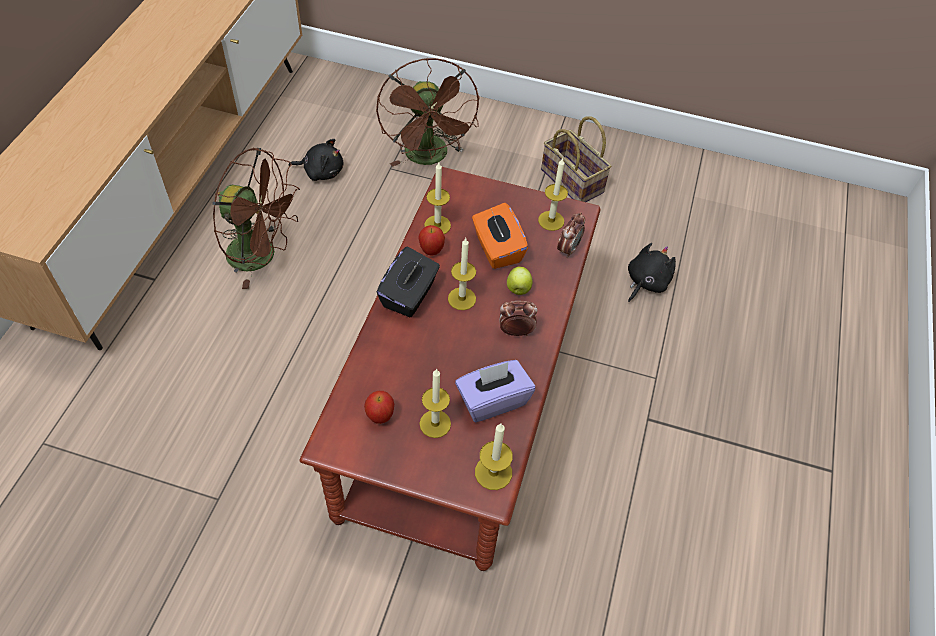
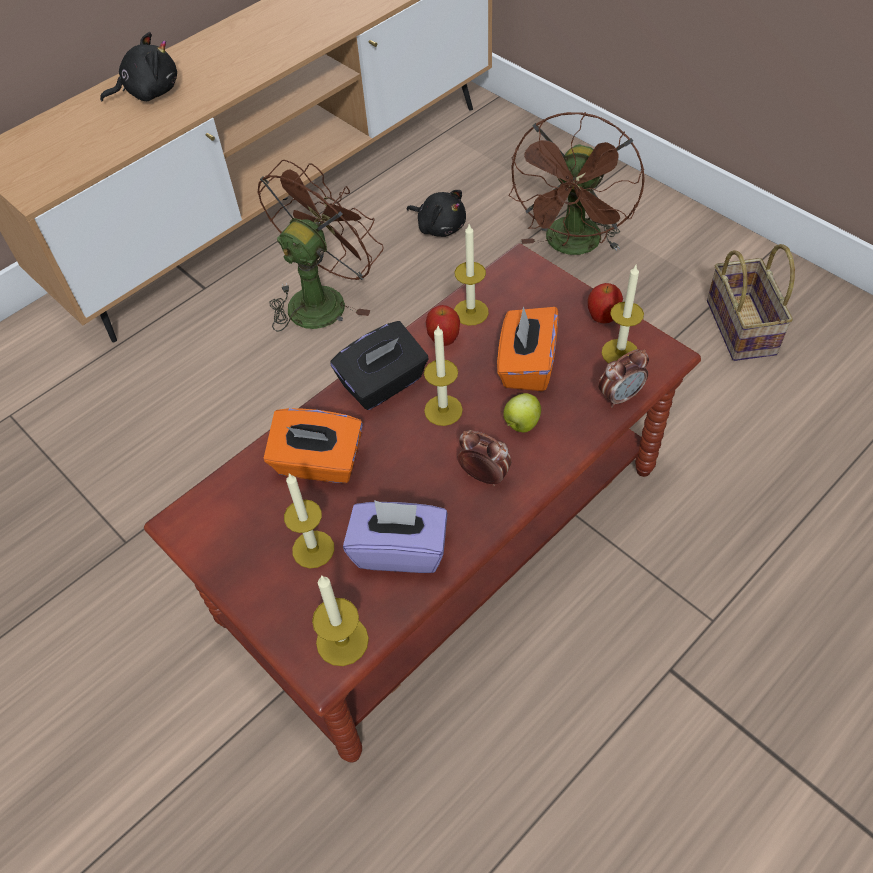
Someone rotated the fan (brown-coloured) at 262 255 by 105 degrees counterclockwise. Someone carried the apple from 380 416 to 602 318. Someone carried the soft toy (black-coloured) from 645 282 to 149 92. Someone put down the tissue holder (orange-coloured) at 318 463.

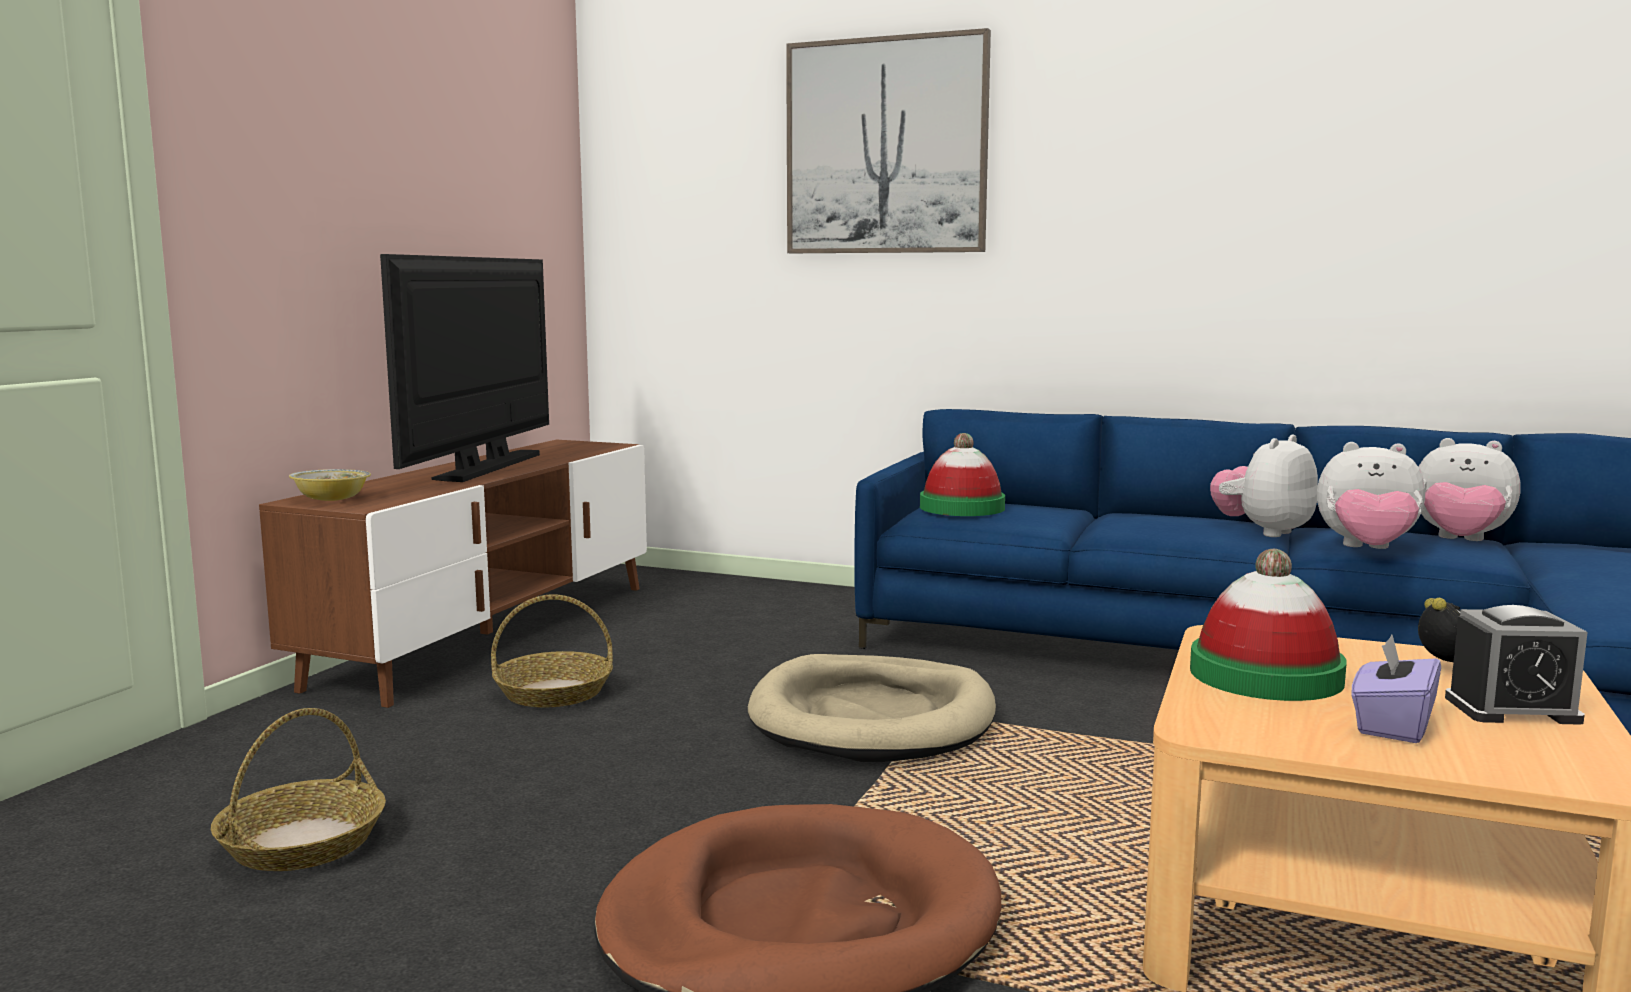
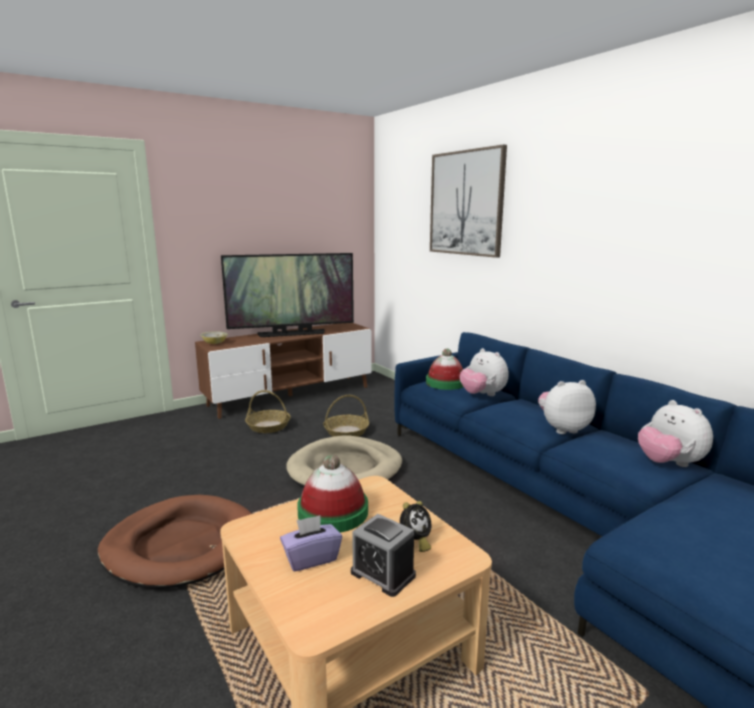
Someone carried the household basket from 303 843 to 346 432. Someone rotated the TV set at 487 467 by 150 degrees counterclockwise. Someone carried the soft toy from 1367 549 to 482 395.

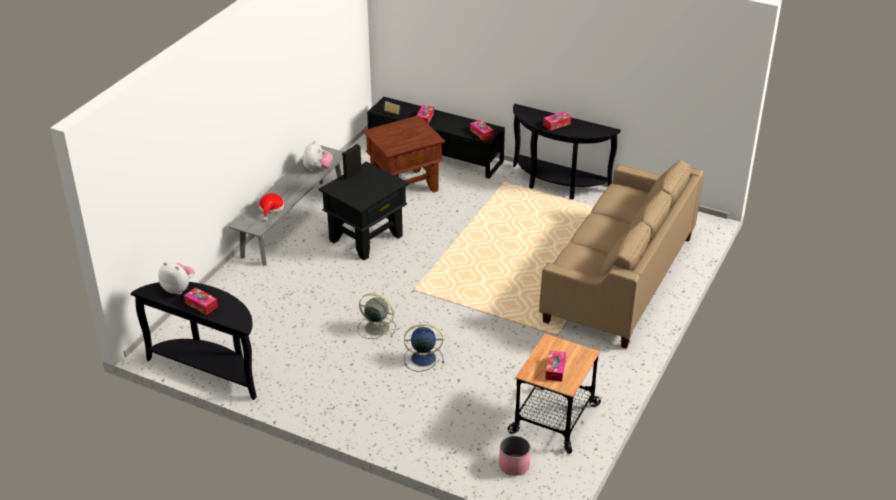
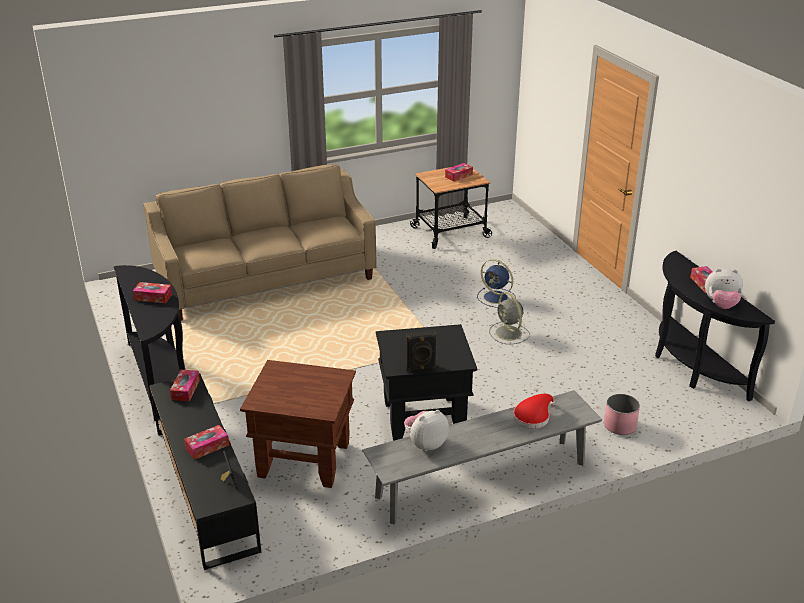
Someone rotated the soft toy at 178 289 by 60 degrees counterclockwise. Someone carried the flower pot (pinkish) from 514 465 to 619 425.

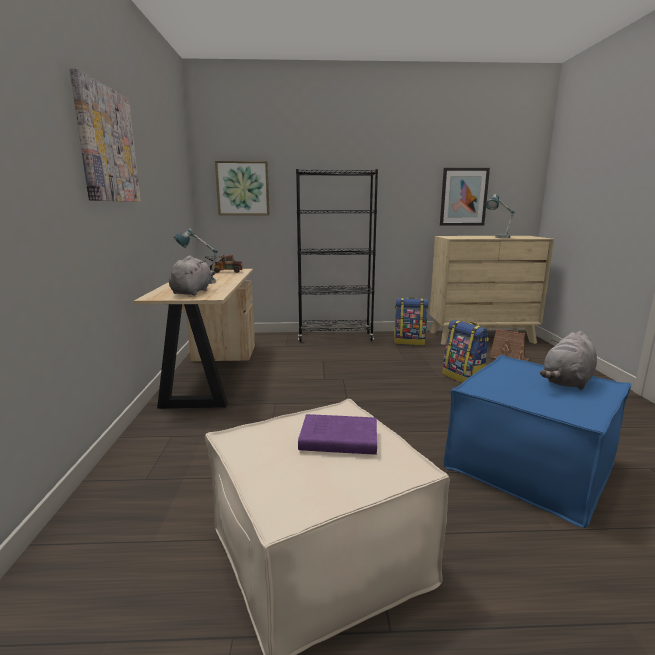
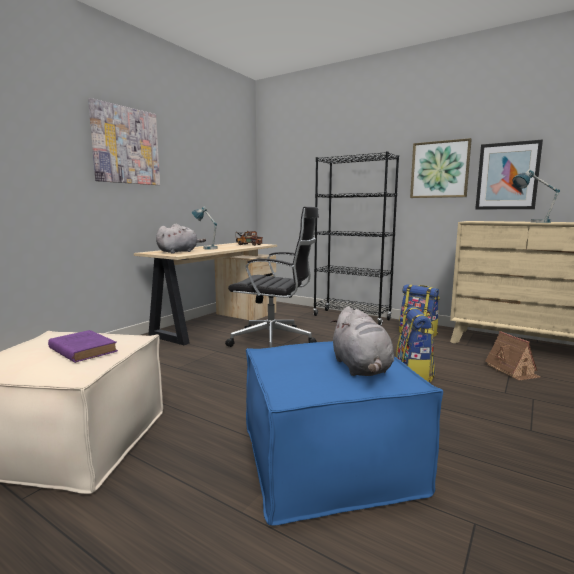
Someone carried the picture from 243 188 to 439 169. Someone rotated the soft toy (grey) at 567 382 by 90 degrees counterclockwise. Someone put down the office chair (black-coloured) at 274 341.

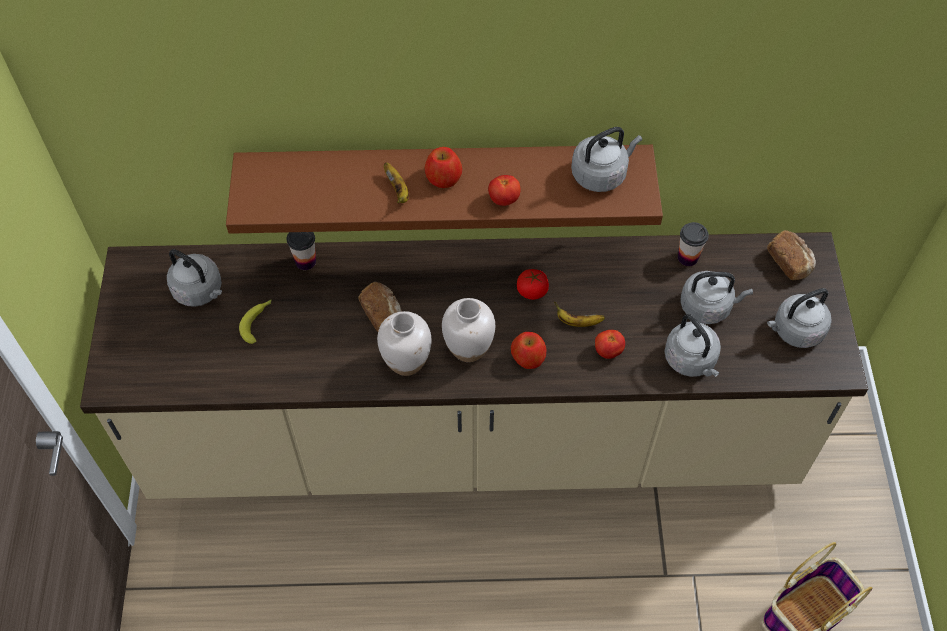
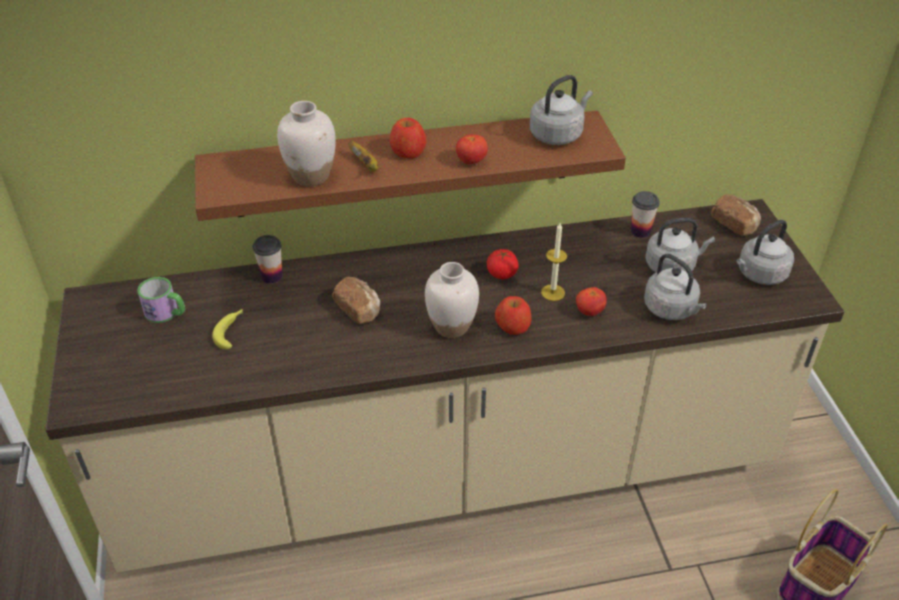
Someone swapped the tea kettle (grey) at 200 291 for the mug at 166 313. Someone carried the flower vase (whitish) from 407 361 to 311 176. Someone swapped the banana fruit at 577 322 for the candle at 553 292.

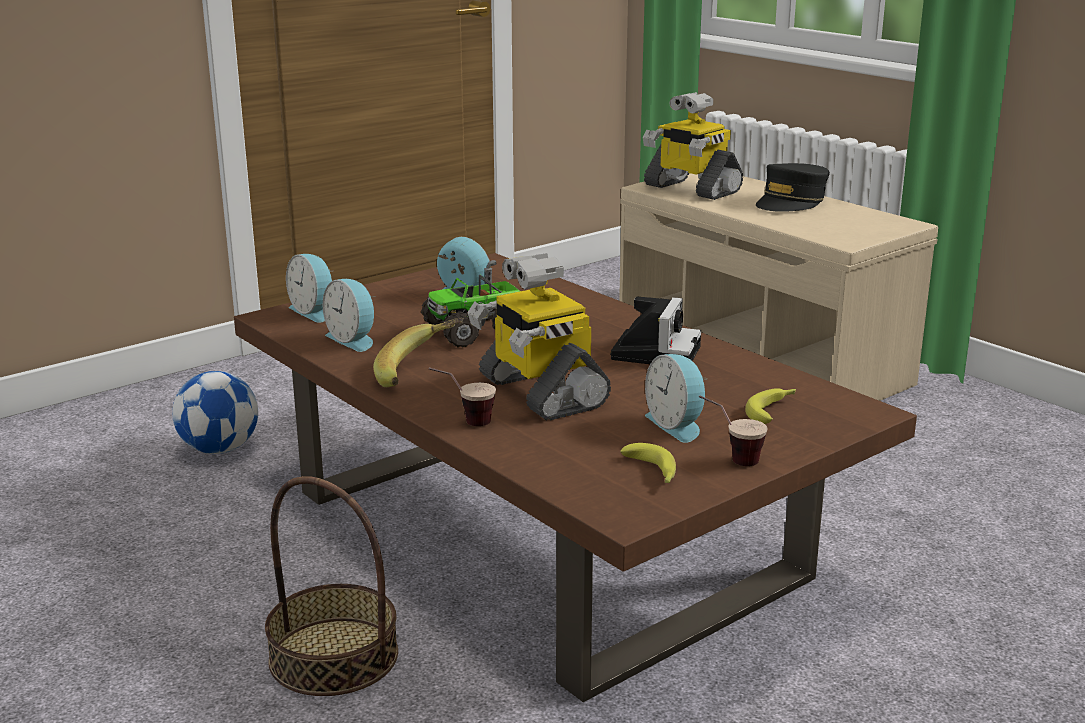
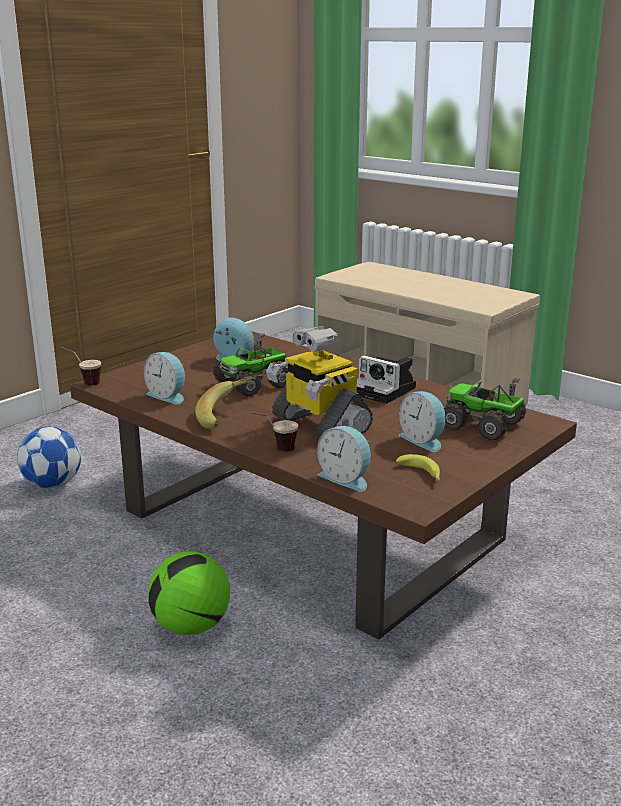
Someone swapped the household basket at 333 657 for the football at 190 626. Someone carried the bedside clock from 314 311 to 346 478. Someone rotated the still camera at 655 351 by 120 degrees clockwise. Someone took away the toy robot at 690 189. Someone carried the drinking cup from 729 458 to 83 382. Someone swapped the banana fruit at 773 410 for the model truck at 483 426. Someone took away the cap (black-coloured) at 791 202.

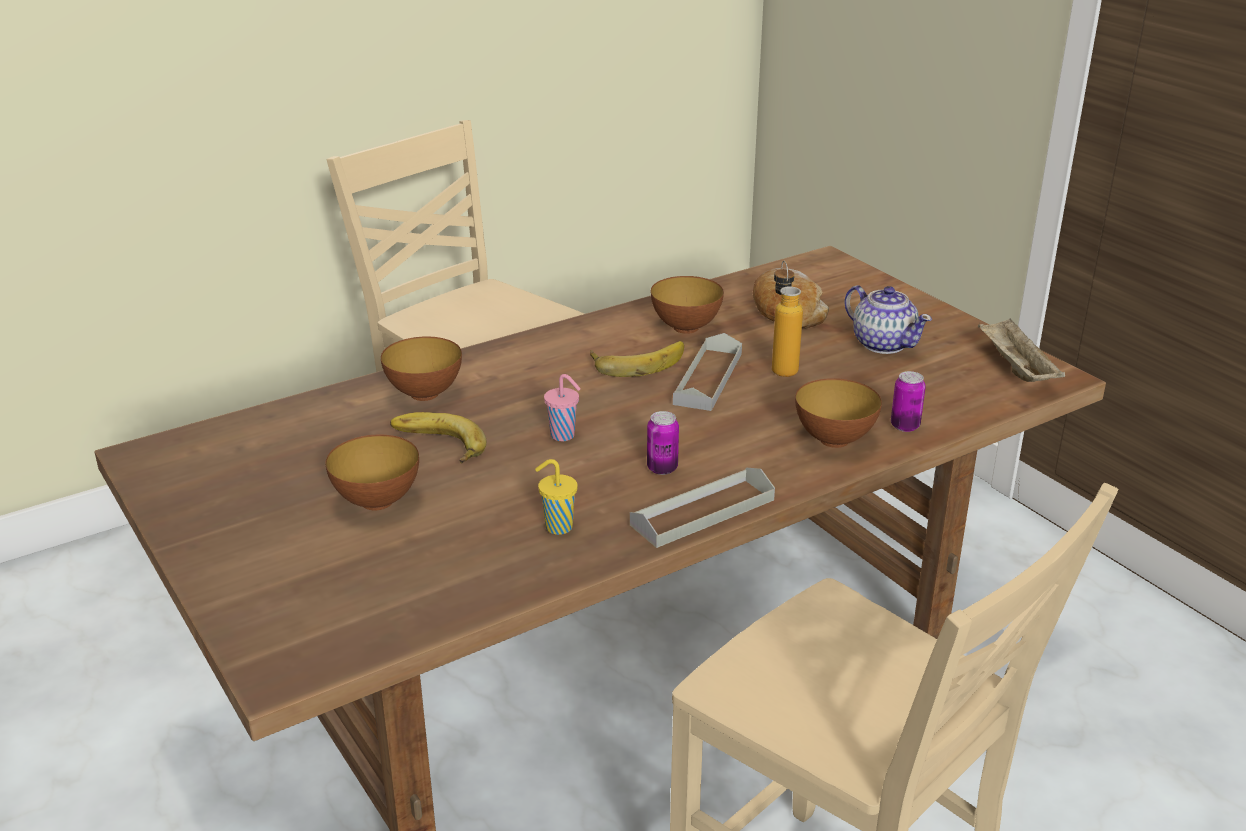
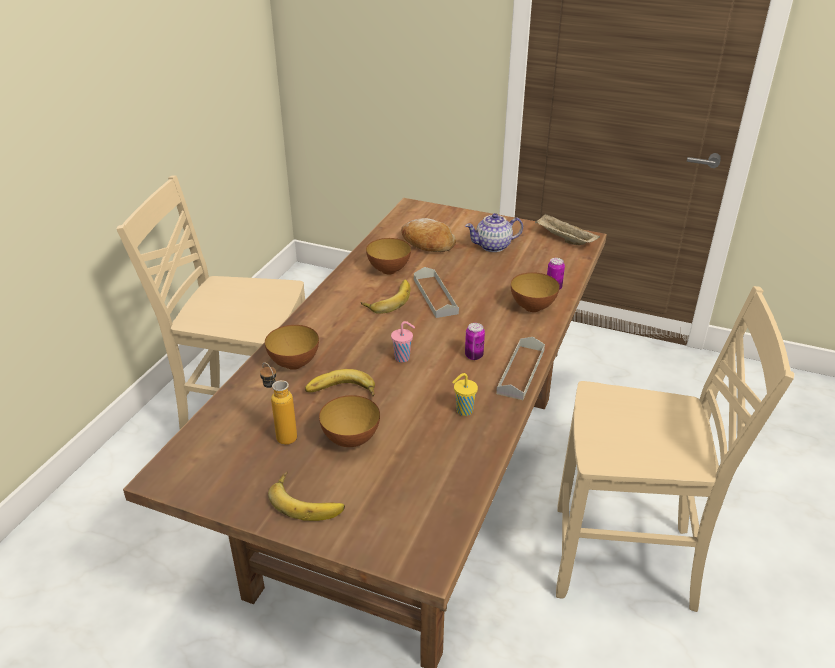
Someone carried the bottle from 781 366 to 281 434. Someone rotated the teapot at 883 343 by 150 degrees clockwise. Someone put down the banana fruit at 308 500.

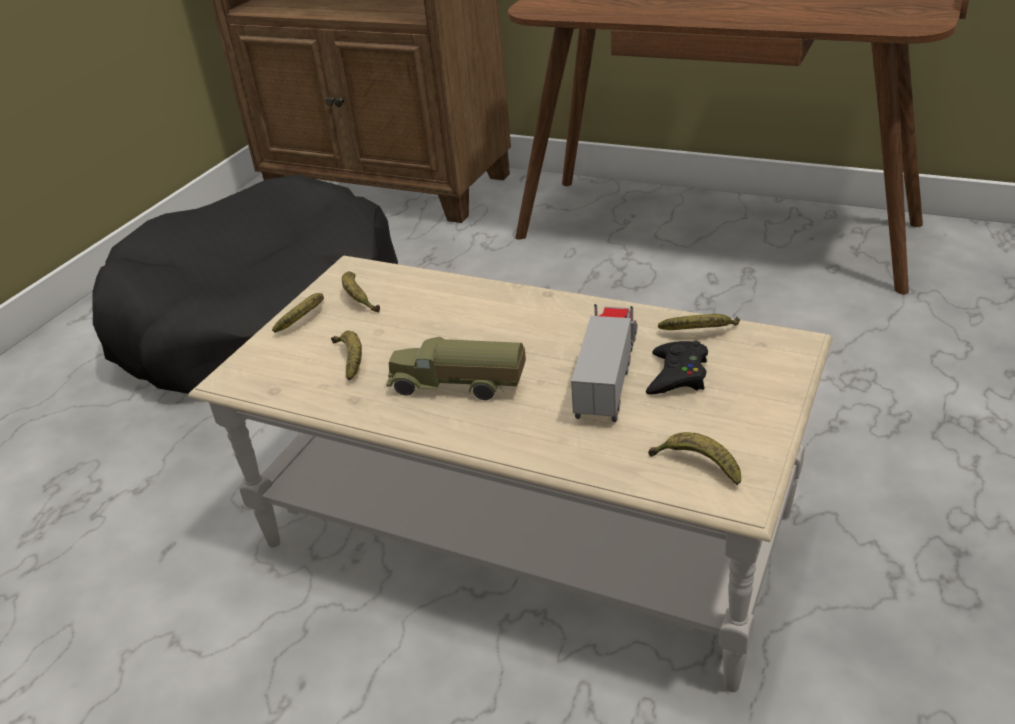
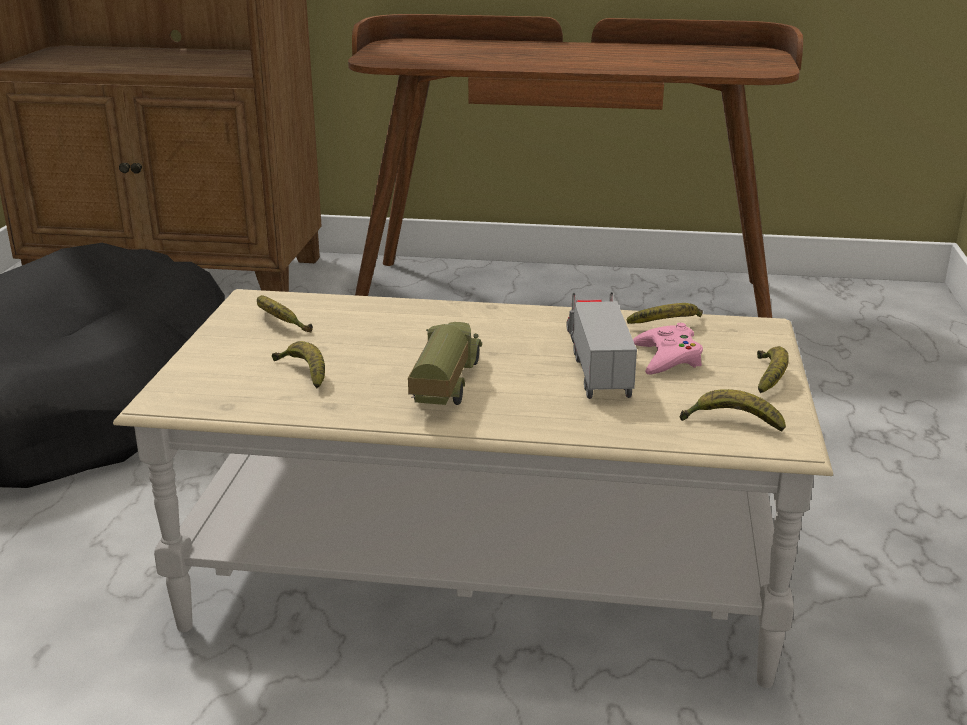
Someone carried the banana fruit from 305 318 to 769 378. Someone rotated the model truck at 458 387 by 105 degrees clockwise. Someone repainted the game controller (black-coloured) at 677 375, which became the game controller (pinkish) at 667 358.

